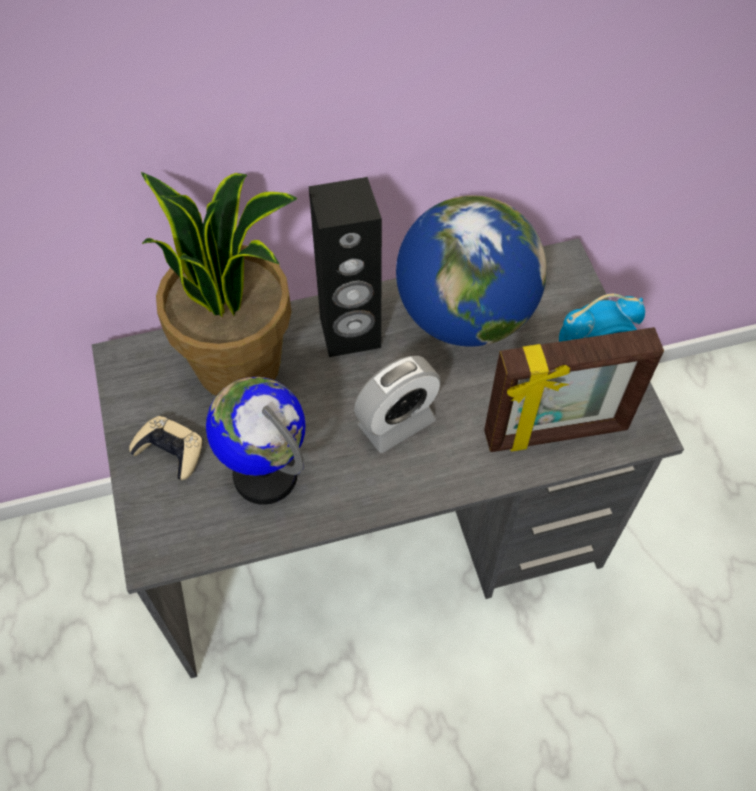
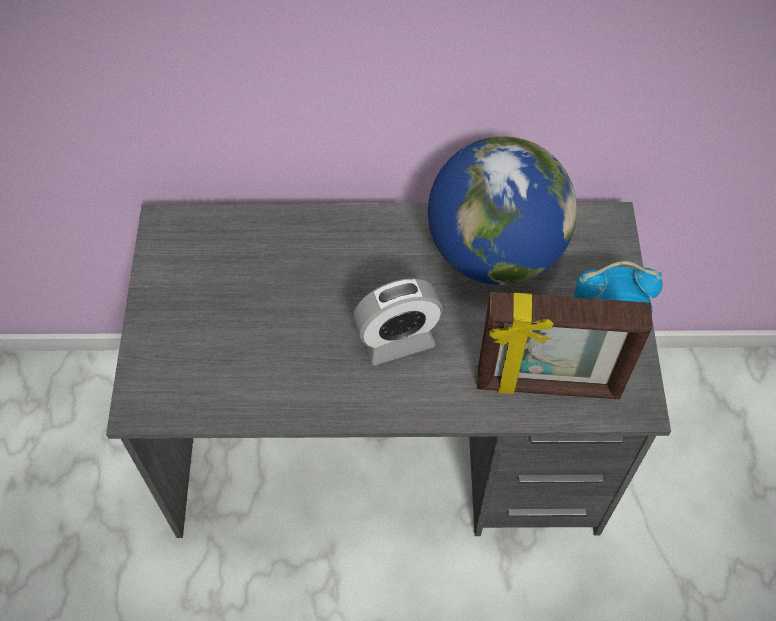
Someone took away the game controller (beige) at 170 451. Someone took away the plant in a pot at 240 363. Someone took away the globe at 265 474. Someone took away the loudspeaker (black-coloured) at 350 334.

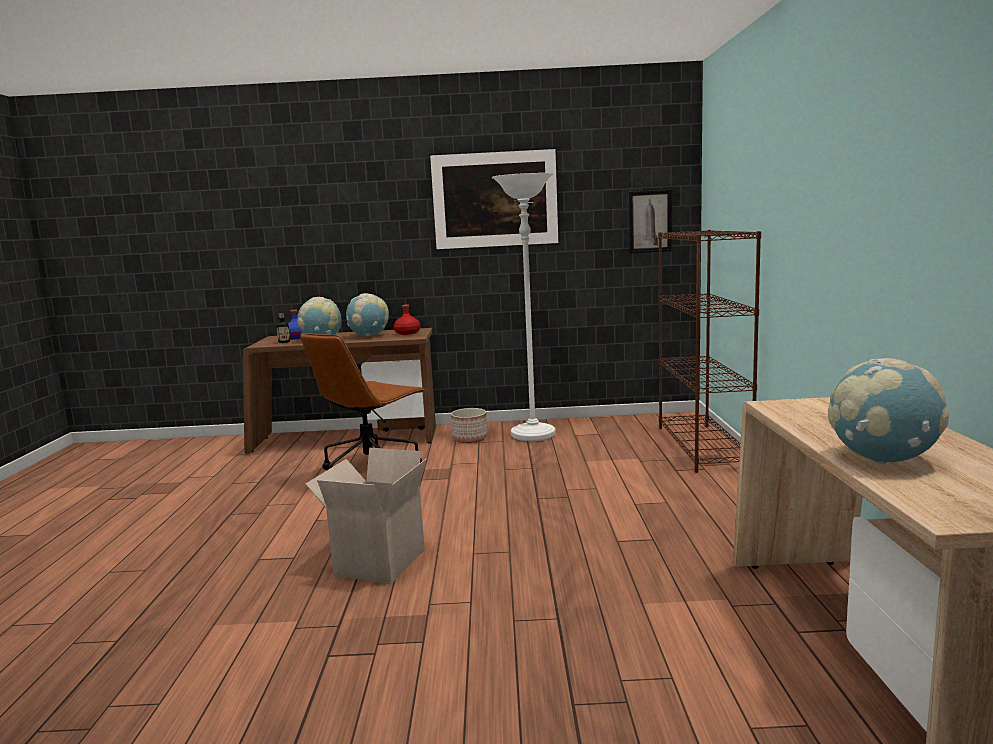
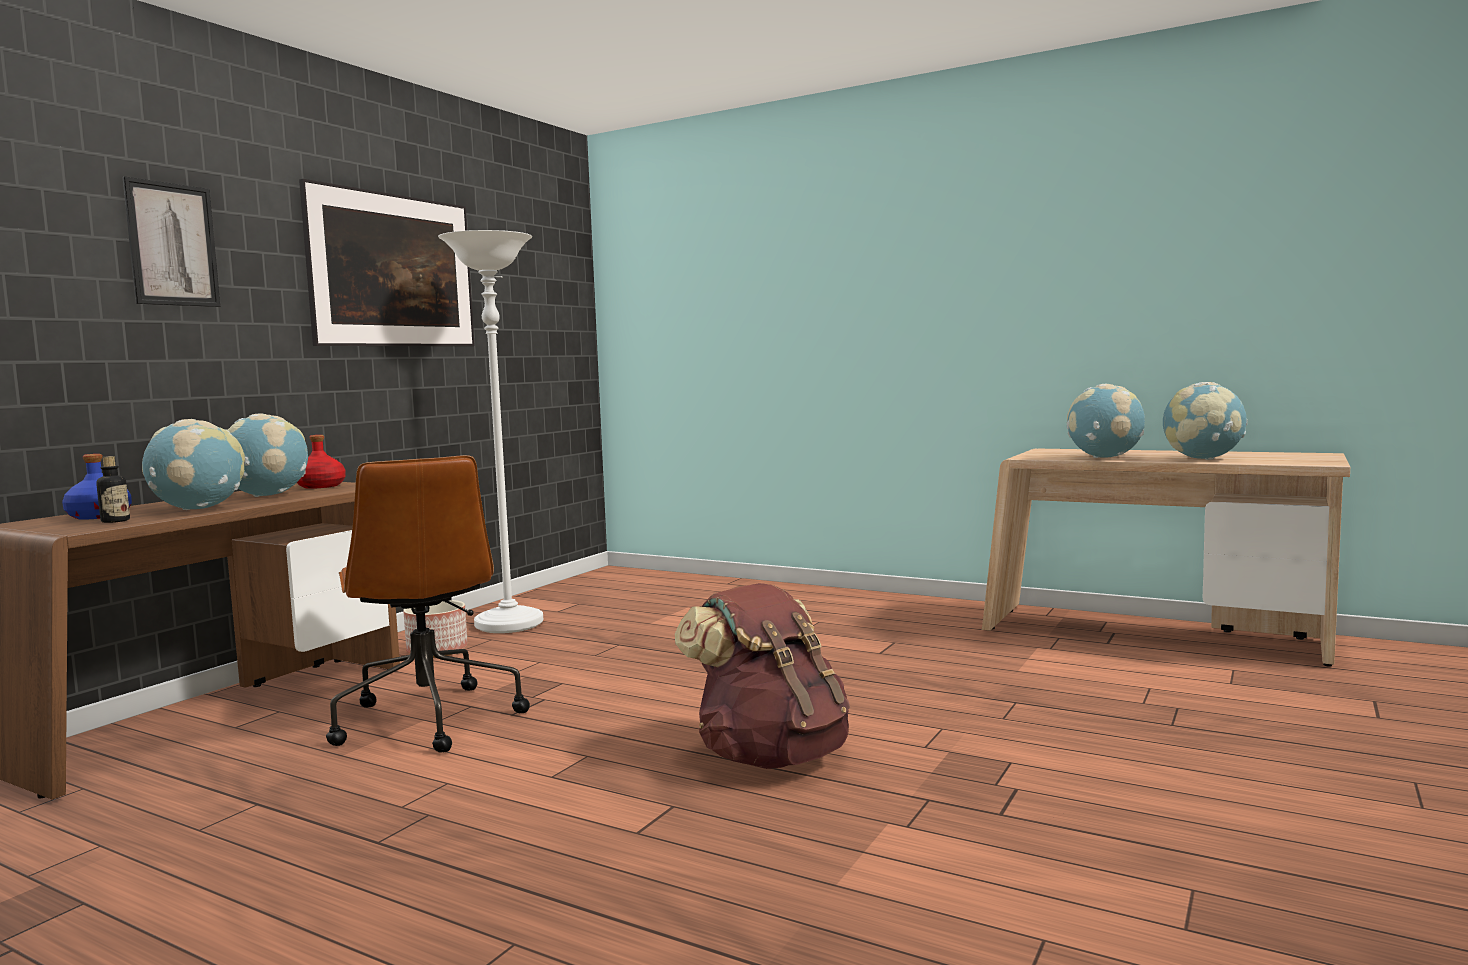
Someone swapped the packing box at 378 561 for the rucksack (brown-coloured) at 770 756. Someone carried the picture from 650 221 to 172 244. Someone took away the bookcase (brown-coloured) at 703 447. Someone put down the globe at 1105 457.

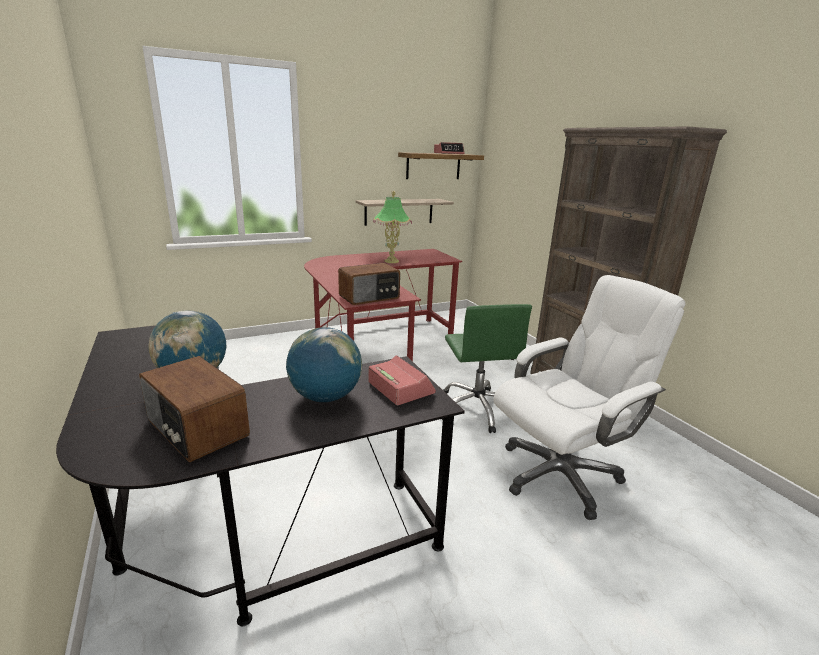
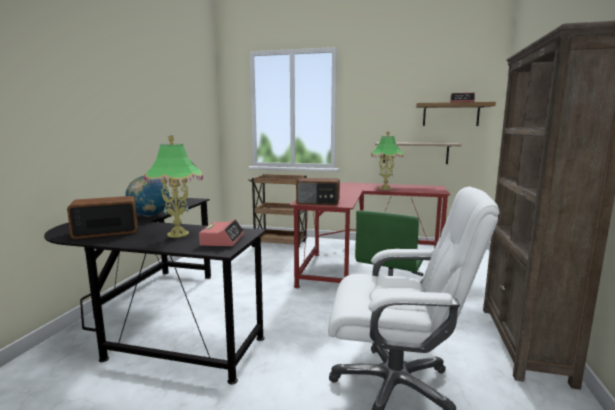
Someone rotated the radio receiver at 196 429 by 75 degrees clockwise. Someone swapped the globe at 325 397 for the table lamp at 178 234. Someone put down the cart (brown-coloured) at 281 244.

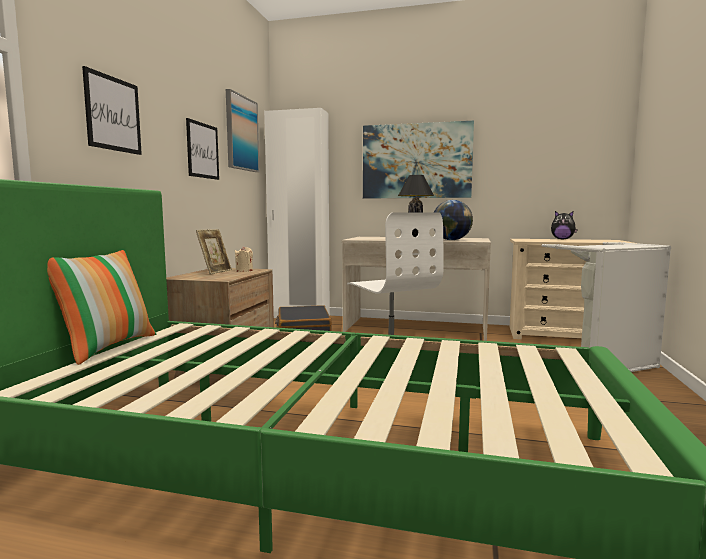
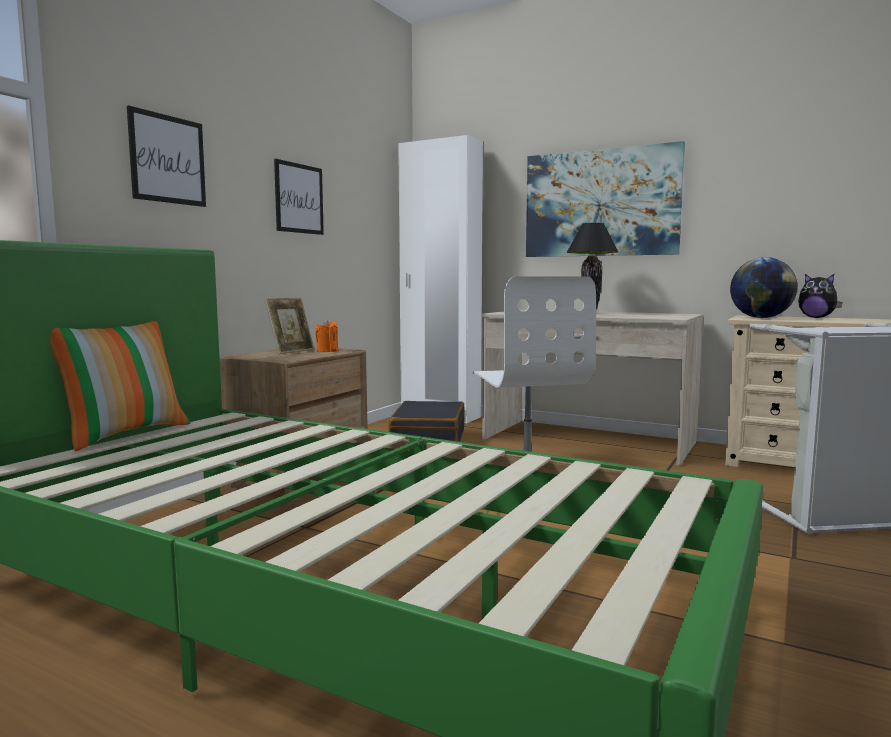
Someone took away the picture at 241 133. Someone repainted the candle (beige) at 244 271, which became the candle (orange-coloured) at 327 351. Someone carried the globe from 451 240 to 760 318.

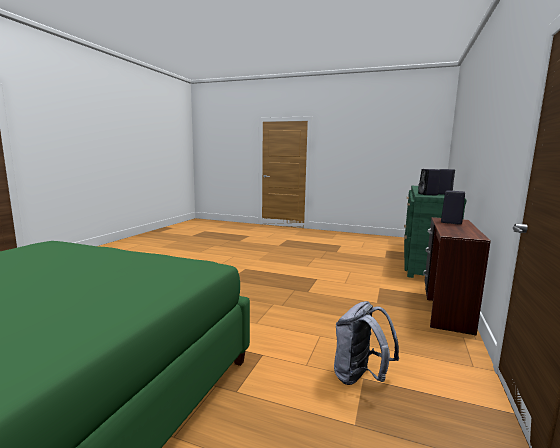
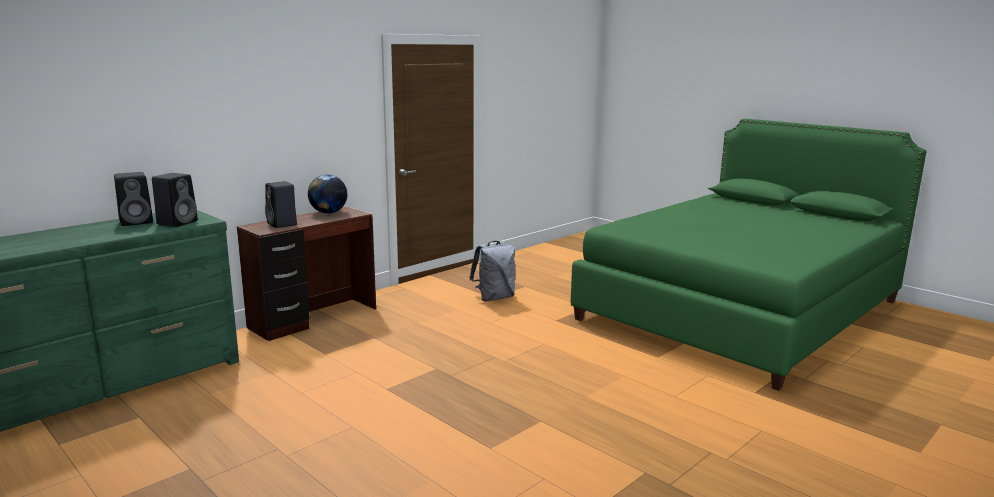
Someone put down the globe at 328 213.

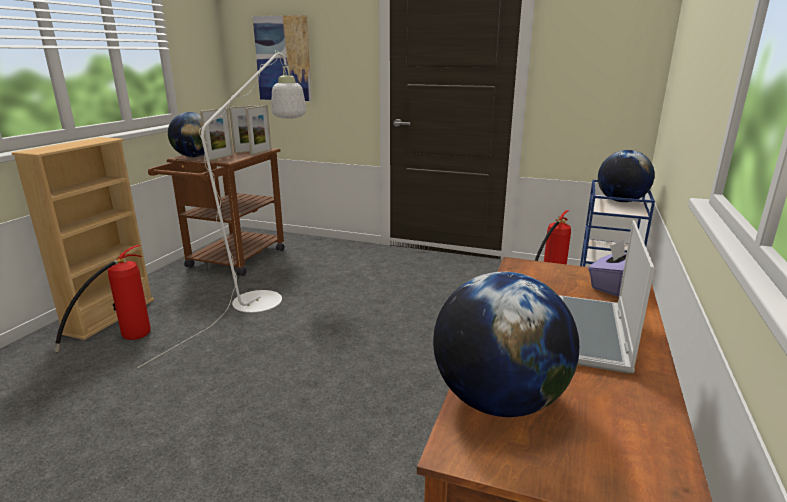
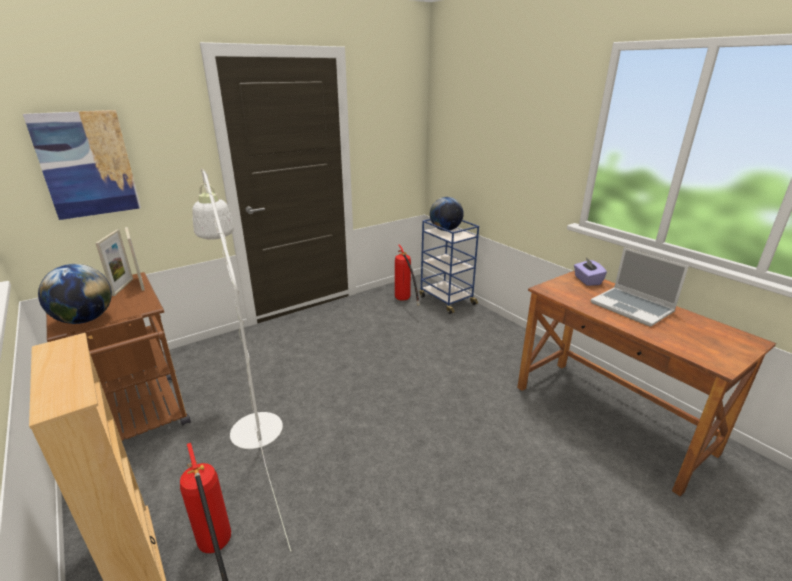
Someone took away the picture frame at 220 158. Someone took away the globe at 498 401.

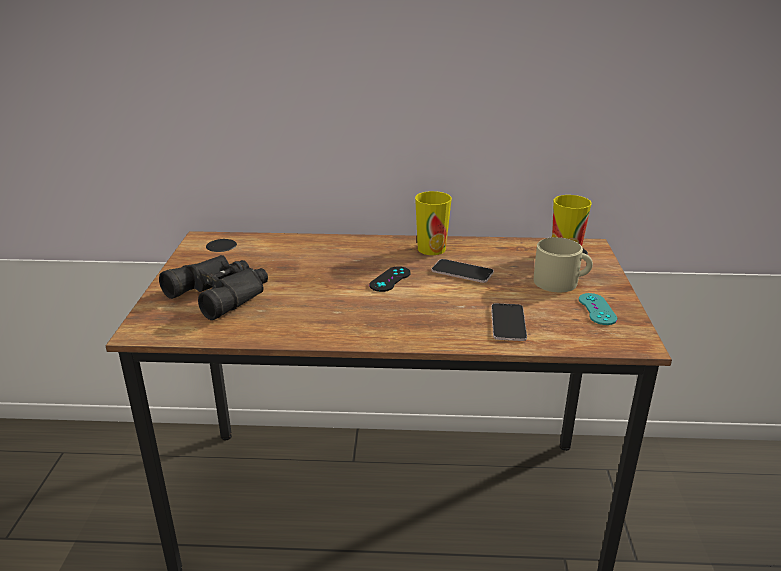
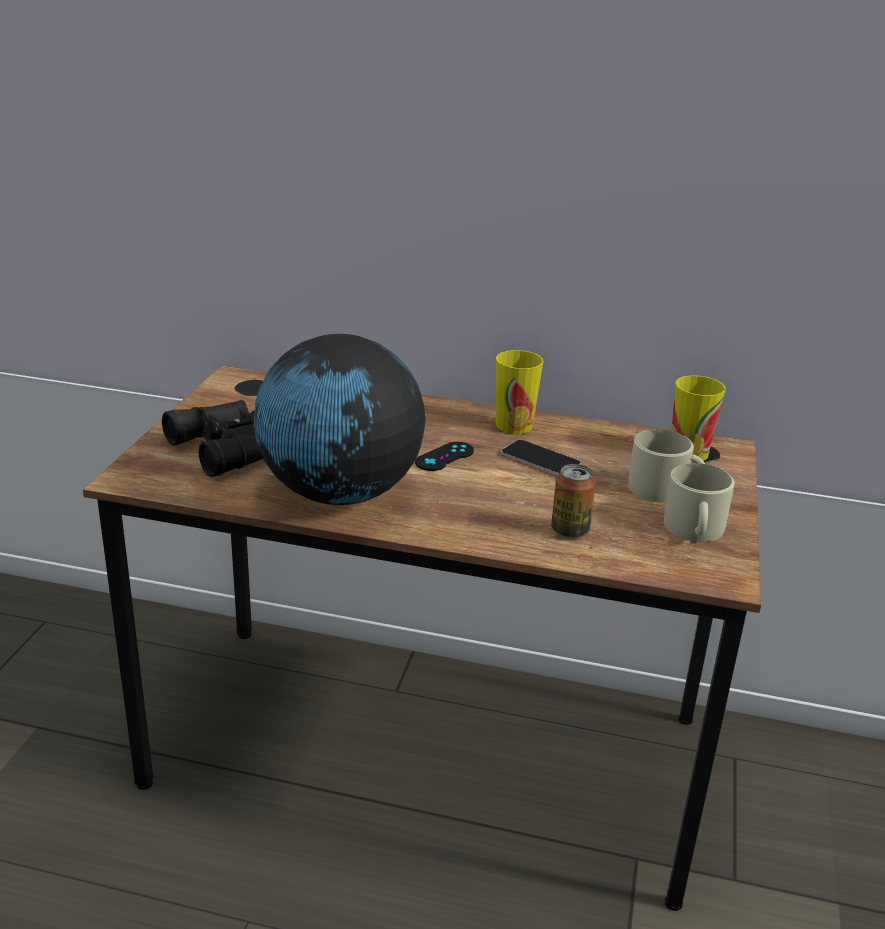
Someone swapped the handset at 508 323 for the metal can at 570 530. Someone swapped the game controller (blue-green) at 597 309 for the mug (beige) at 694 530. Someone put down the globe at 339 494.

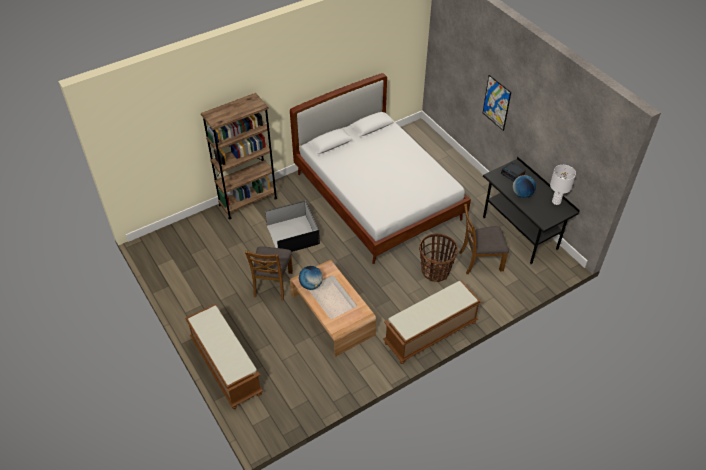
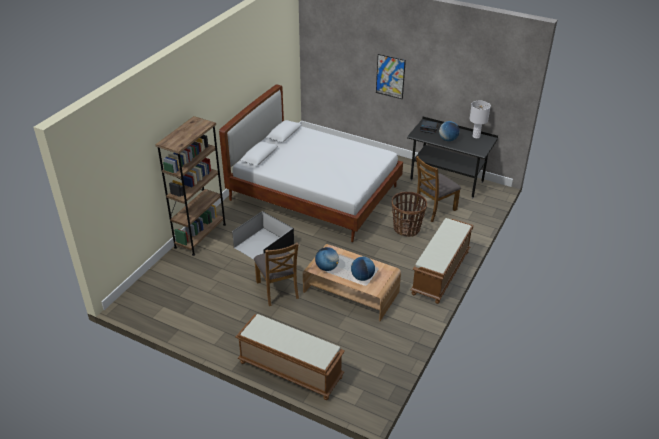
Someone put down the globe at 362 277.

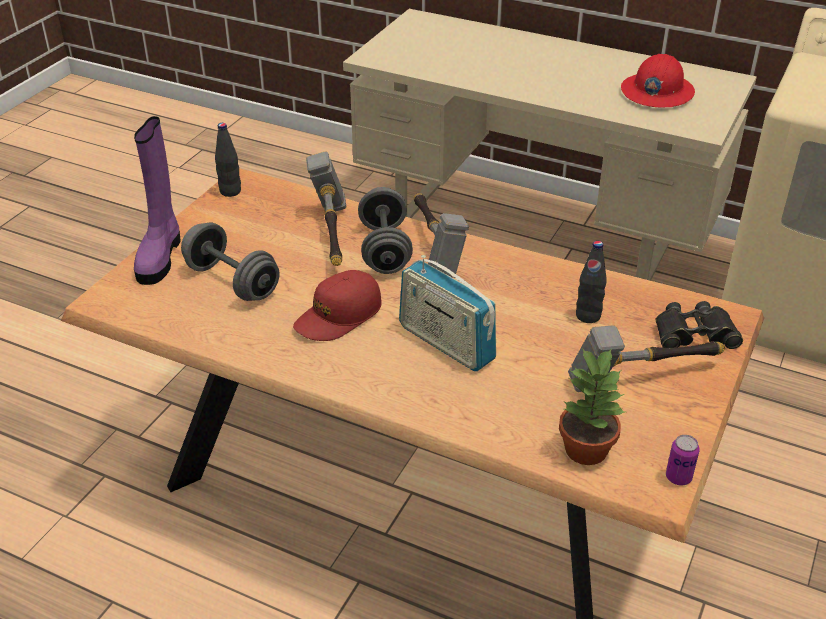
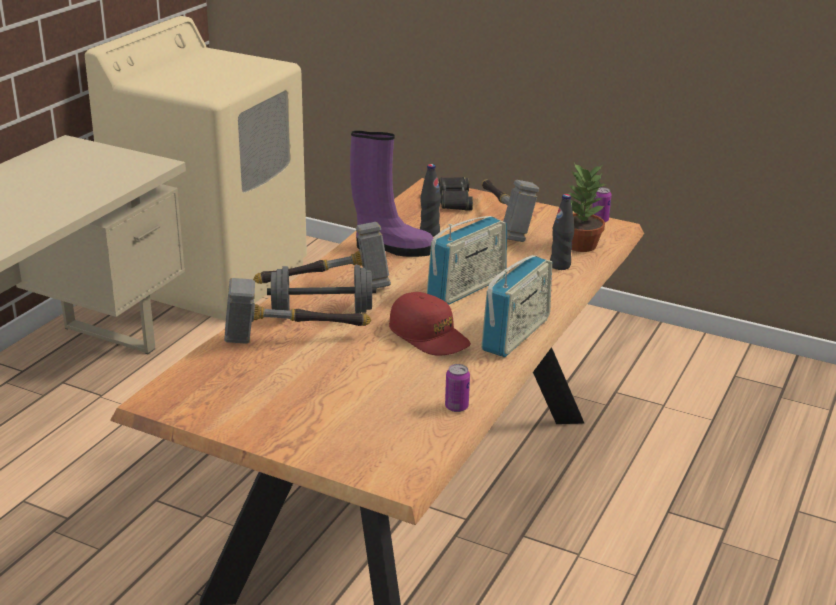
Someone carried the boot (purple) from 160 256 to 392 248. Someone took away the hand weight (grey) at 232 281. Someone carried the bottle (black-coloured) from 230 191 to 560 265. Someone took away the work helmet (reddish) at 656 92. Someone put down the metal can at 456 407. Someone put down the radio receiver at 516 335.

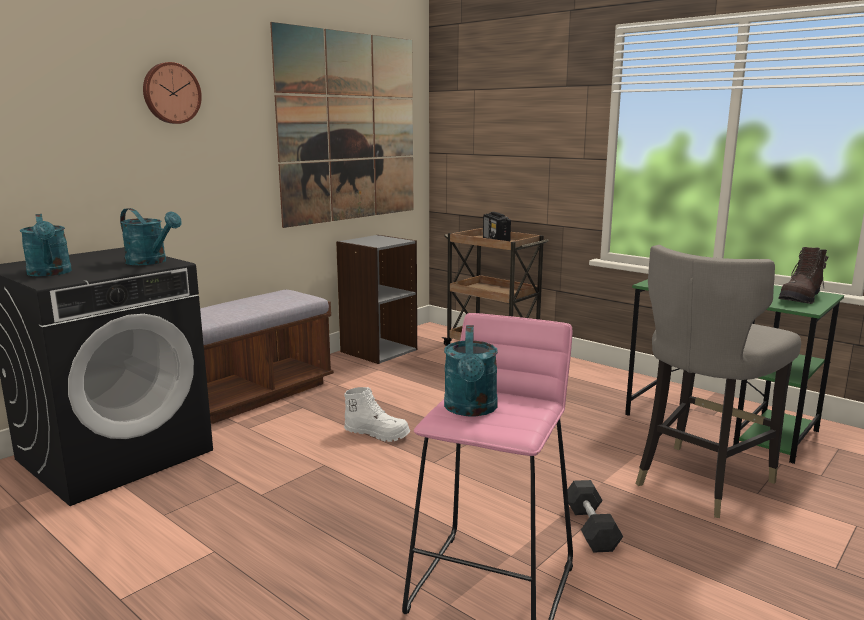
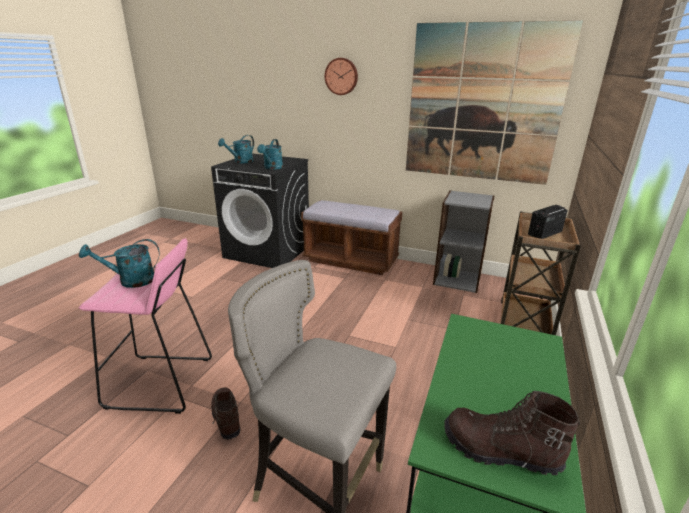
Someone took away the boot (whitish) at 377 434. Someone swapped the hand weight (black-coloured) at 591 528 for the boot (brown-coloured) at 226 418.

